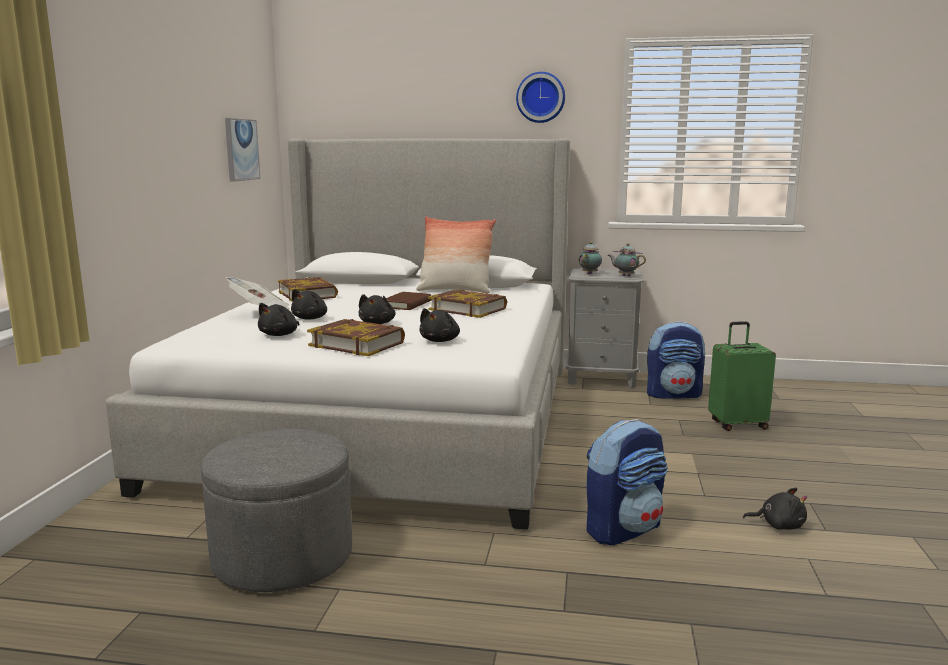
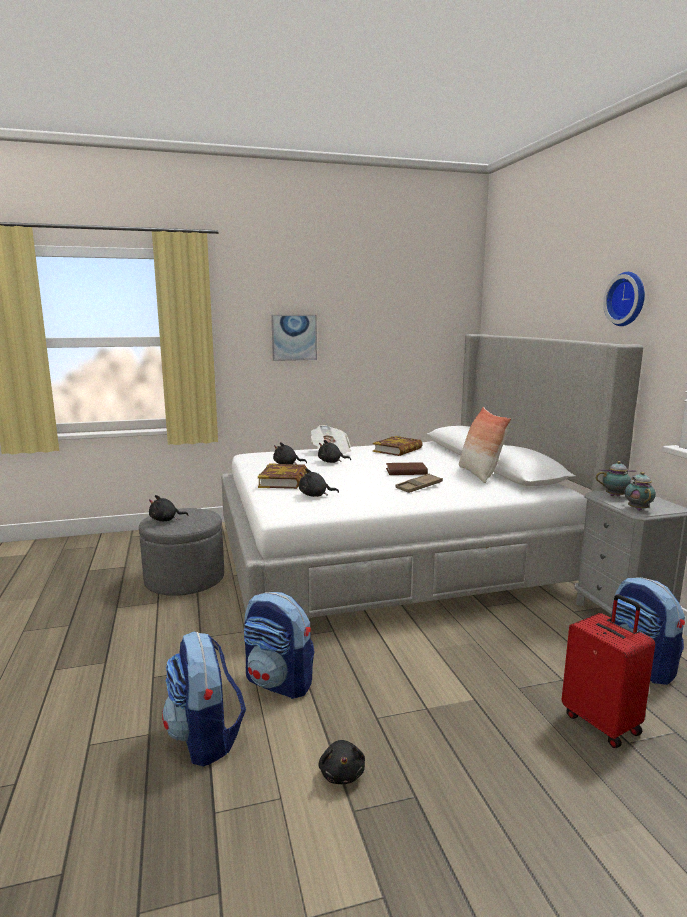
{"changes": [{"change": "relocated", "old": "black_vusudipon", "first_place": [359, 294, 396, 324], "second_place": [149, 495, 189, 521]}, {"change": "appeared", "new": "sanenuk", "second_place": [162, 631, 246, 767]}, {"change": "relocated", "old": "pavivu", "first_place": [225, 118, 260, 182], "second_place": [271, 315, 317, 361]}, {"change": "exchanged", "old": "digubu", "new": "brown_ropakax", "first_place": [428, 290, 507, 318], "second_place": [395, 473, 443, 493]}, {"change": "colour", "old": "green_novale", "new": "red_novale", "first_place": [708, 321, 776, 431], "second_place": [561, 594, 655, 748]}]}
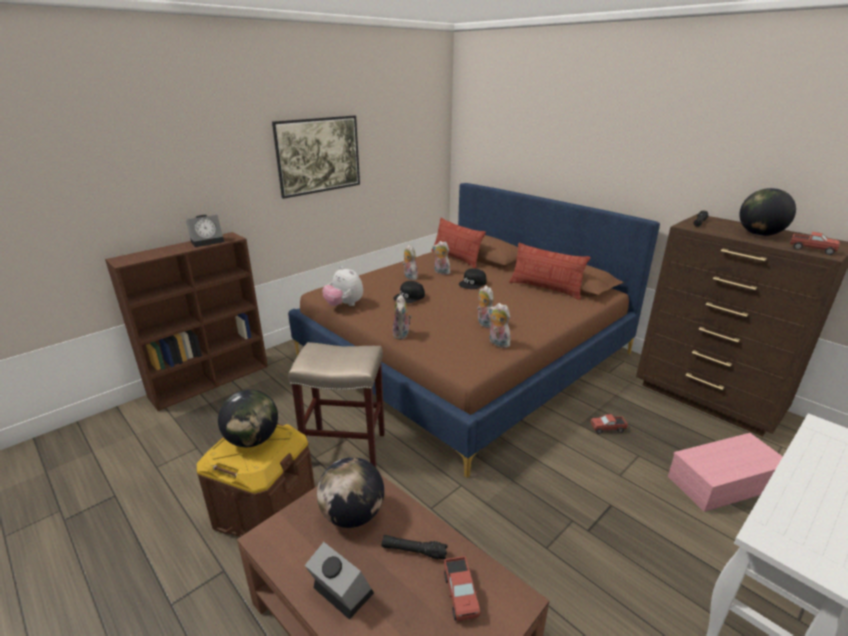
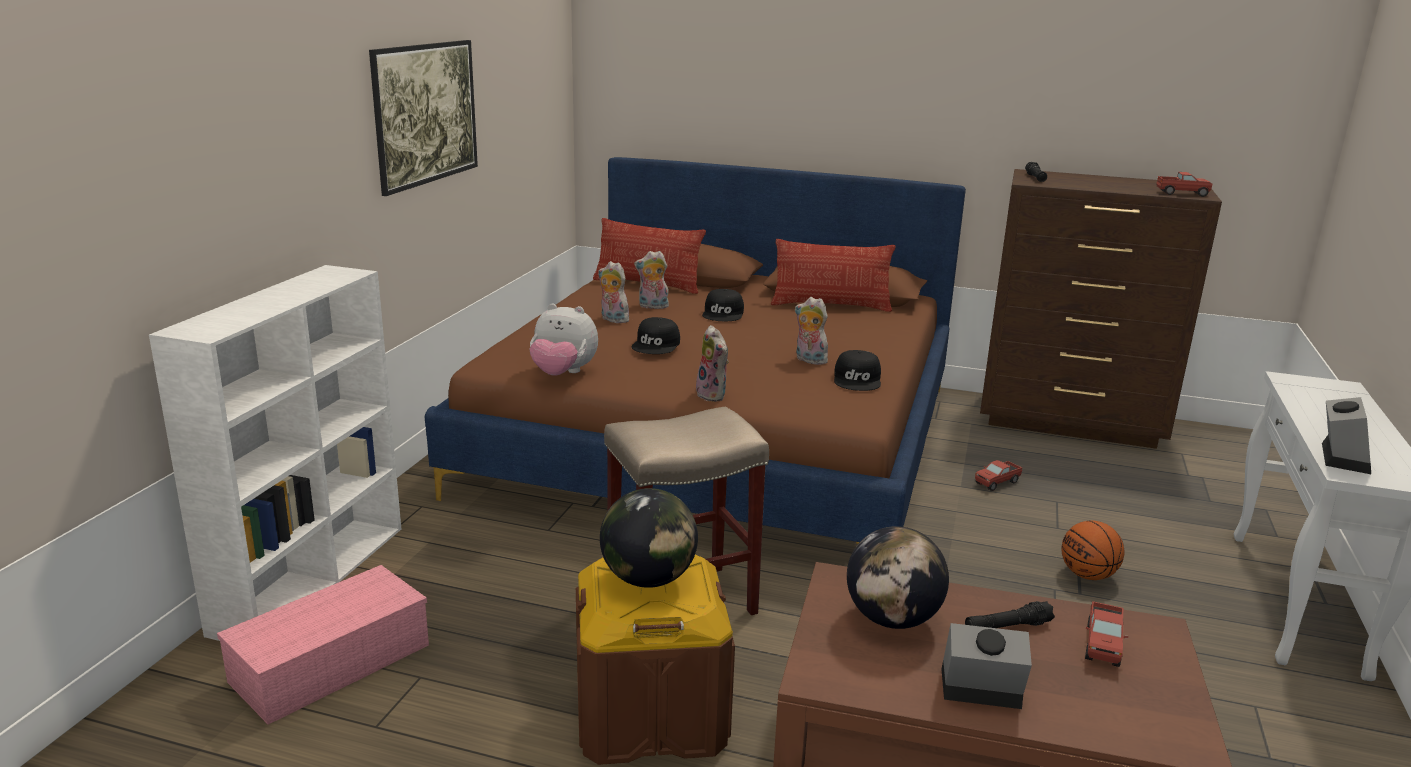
{"changes": [{"change": "colour", "old": "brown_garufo", "new": "white_garufo", "first_place": [105, 232, 268, 411], "second_place": [149, 265, 401, 641]}, {"change": "relocated", "old": "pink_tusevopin", "first_place": [668, 433, 783, 512], "second_place": [217, 565, 429, 725]}, {"change": "exchanged", "old": "vusudipon", "new": "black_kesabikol", "first_place": [489, 303, 511, 348], "second_place": [834, 350, 881, 391]}, {"change": "appeared", "new": "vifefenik", "second_place": [1061, 520, 1124, 580]}, {"change": "spun", "old": "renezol", "first_place": [444, 556, 481, 621], "second_place": [1085, 601, 1128, 667], "degrees": 60}, {"change": "relocated", "old": "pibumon", "first_place": [186, 215, 224, 247], "second_place": [1322, 397, 1371, 474]}, {"change": "missing", "old": "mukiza", "first_place": [739, 188, 796, 236]}]}
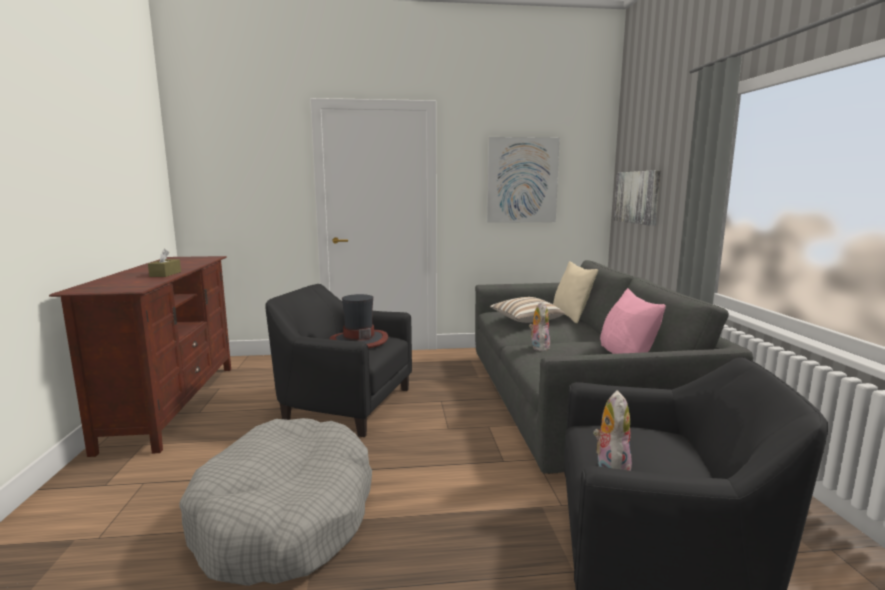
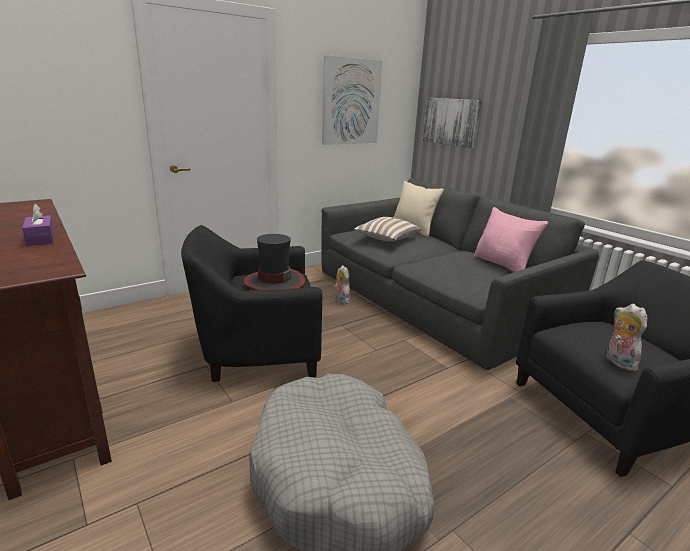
{"changes": [{"change": "colour", "old": "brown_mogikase", "new": "purple_mogikase", "first_place": [148, 249, 181, 277], "second_place": [22, 204, 54, 246]}, {"change": "relocated", "old": "vusudipon", "first_place": [529, 301, 550, 351], "second_place": [335, 265, 351, 304]}]}
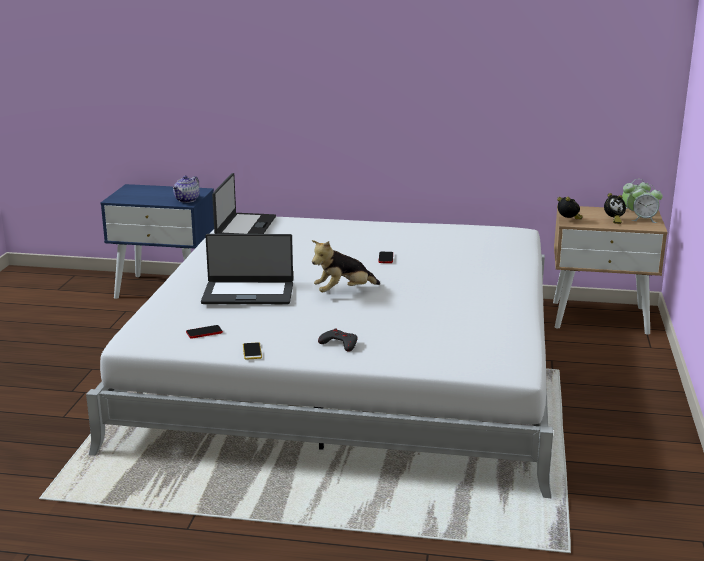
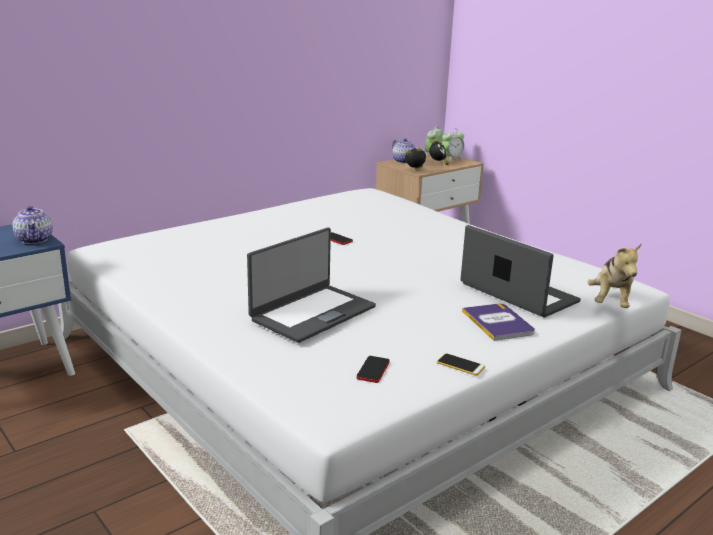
{"changes": [{"change": "appeared", "new": "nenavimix", "second_place": [392, 138, 417, 164]}, {"change": "relocated", "old": "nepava", "first_place": [212, 173, 276, 234], "second_place": [460, 225, 581, 317]}, {"change": "exchanged", "old": "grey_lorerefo", "new": "digubu", "first_place": [318, 329, 358, 351], "second_place": [462, 303, 535, 341]}, {"change": "relocated", "old": "vusudipon", "first_place": [312, 240, 380, 292], "second_place": [588, 243, 642, 308]}]}
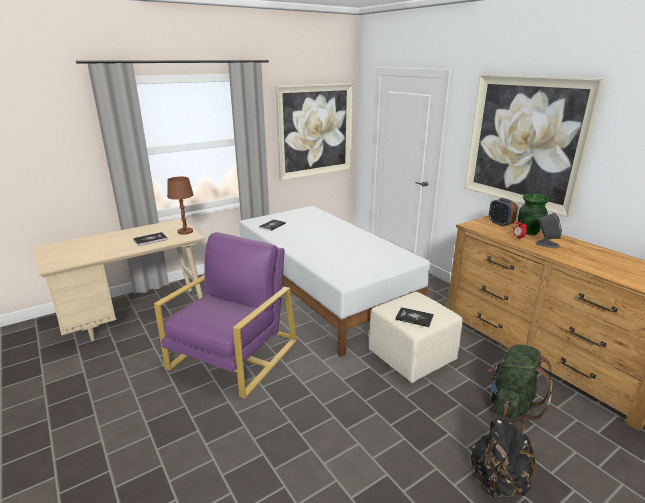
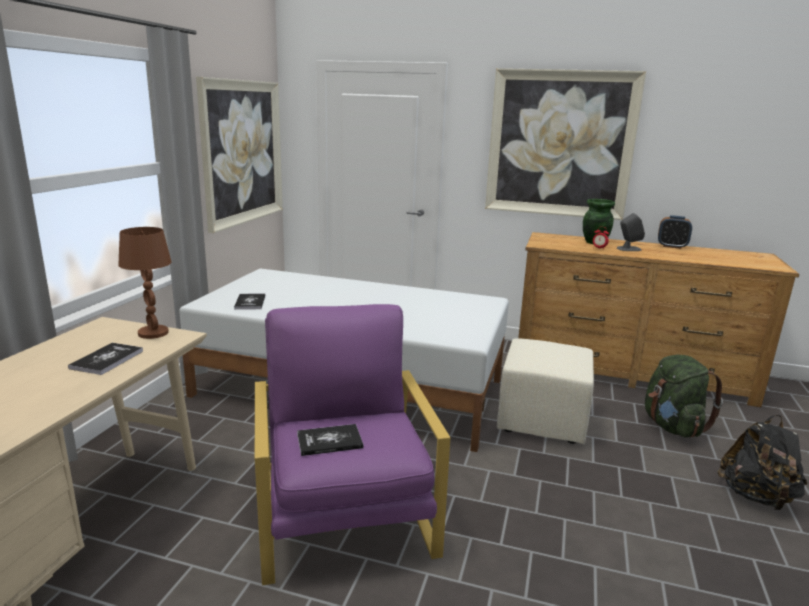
{"changes": [{"change": "relocated", "old": "digubu", "first_place": [395, 307, 434, 327], "second_place": [297, 424, 363, 456]}, {"change": "relocated", "old": "pibumon", "first_place": [489, 198, 518, 227], "second_place": [658, 215, 692, 249]}]}
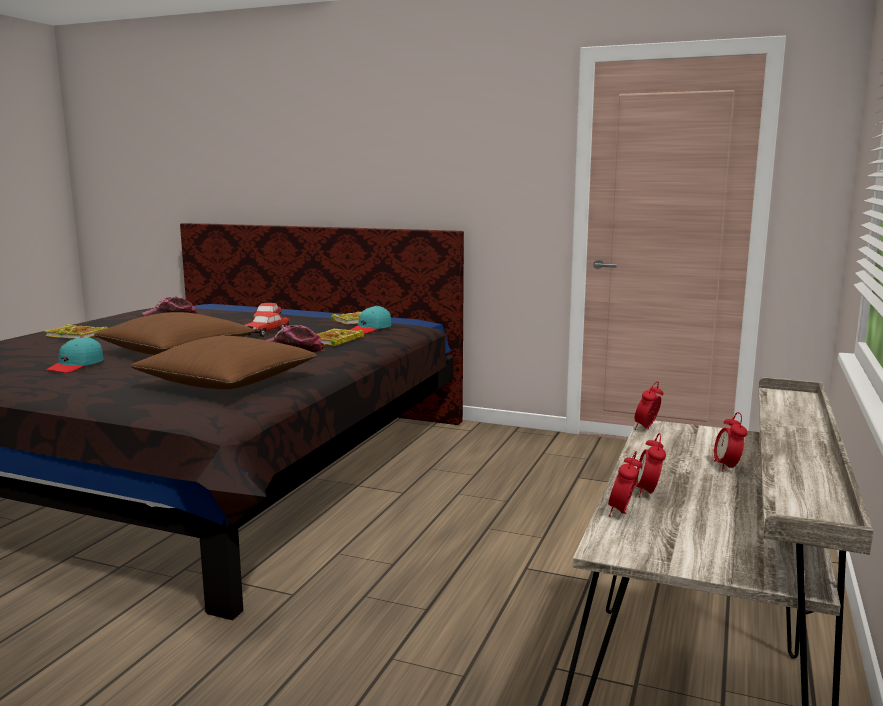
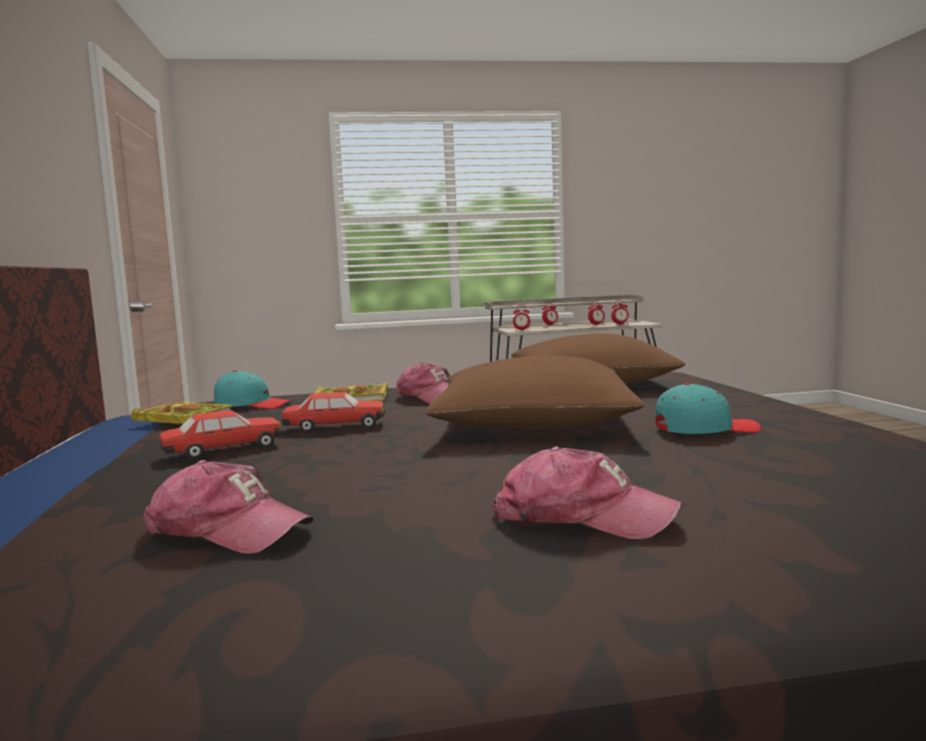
{"changes": [{"change": "exchanged", "old": "digubu", "new": "kesabikol", "first_place": [44, 324, 108, 339], "second_place": [492, 446, 681, 539]}]}
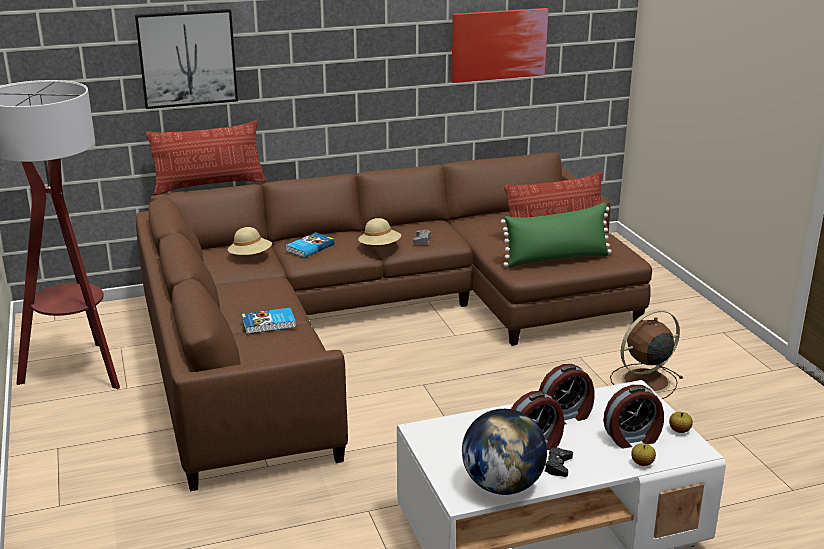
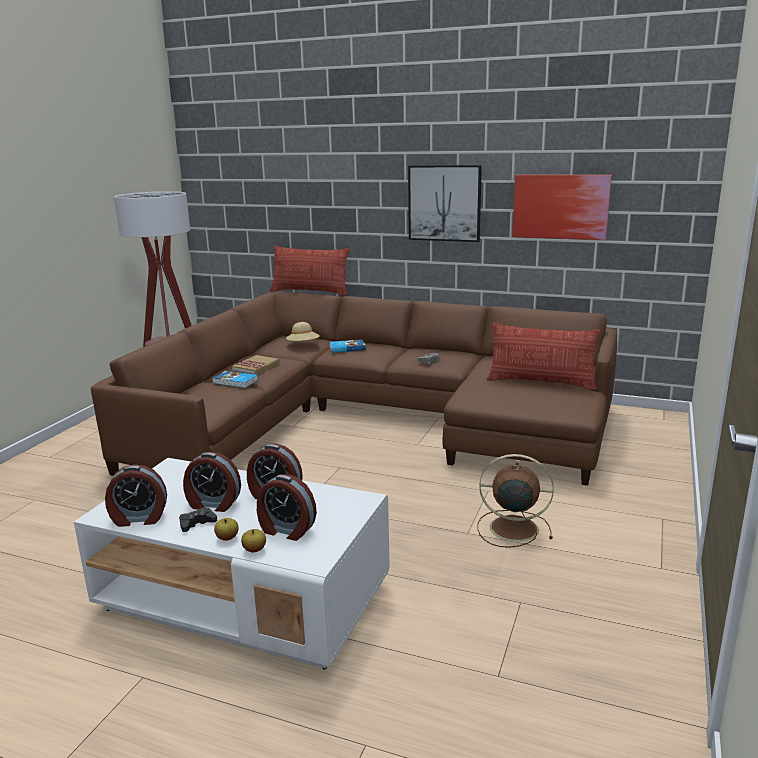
{"changes": [{"change": "exchanged", "old": "mukiza", "new": "pibumon", "first_place": [462, 409, 547, 495], "second_place": [105, 464, 167, 527]}, {"change": "relocated", "old": "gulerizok", "first_place": [669, 412, 693, 433], "second_place": [214, 518, 238, 541]}, {"change": "appeared", "new": "digubu", "second_place": [232, 355, 280, 375]}, {"change": "relocated", "old": "pavivu", "first_place": [135, 9, 238, 109], "second_place": [408, 165, 482, 242]}, {"change": "missing", "old": "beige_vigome", "first_place": [358, 218, 401, 245]}, {"change": "missing", "old": "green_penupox", "first_place": [500, 203, 612, 267]}]}
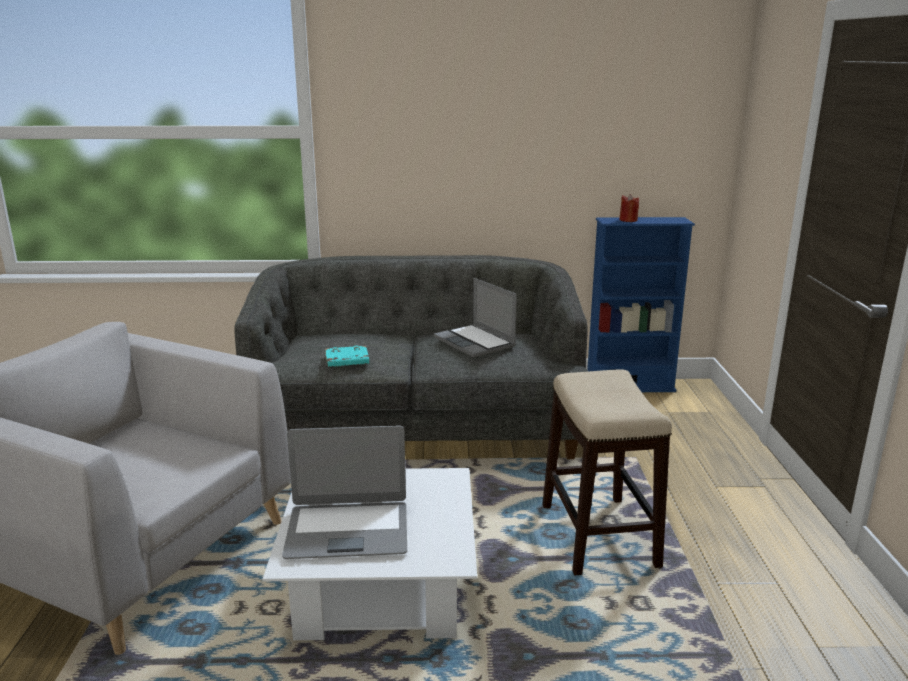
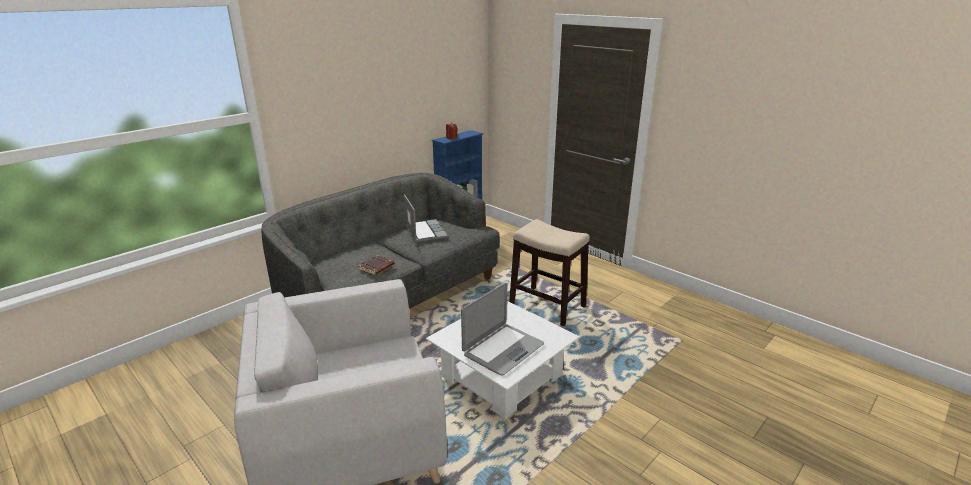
{"changes": [{"change": "colour", "old": "turquoise_digubu", "new": "brown_digubu", "first_place": [325, 346, 369, 367], "second_place": [358, 255, 395, 275]}, {"change": "spun", "old": "nepava", "first_place": [434, 278, 517, 358], "second_place": [404, 194, 448, 242], "degrees": -120}]}
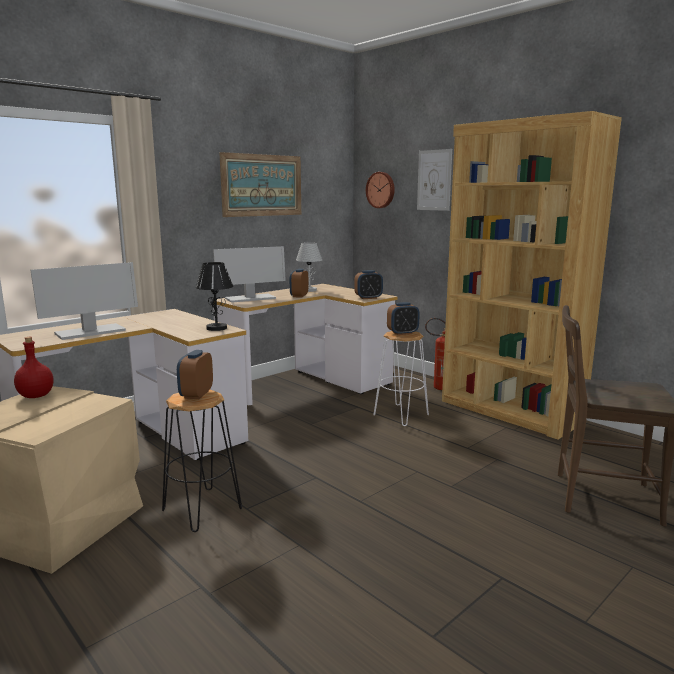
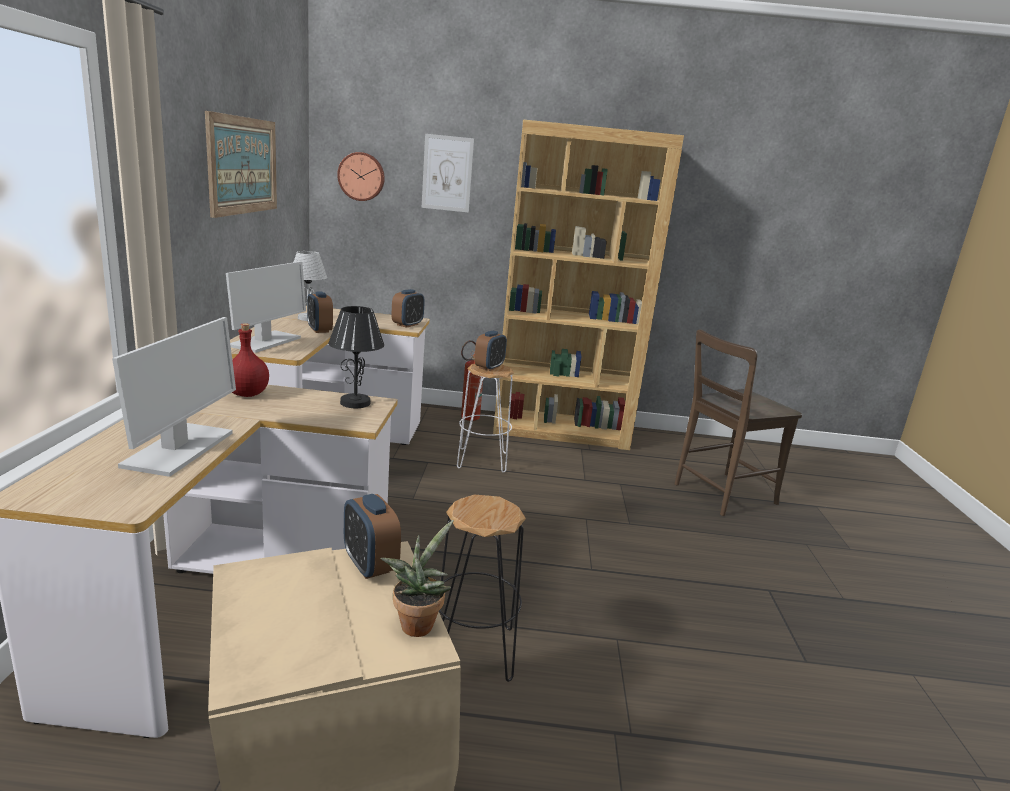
{"changes": [{"change": "relocated", "old": "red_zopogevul", "first_place": [14, 337, 54, 398], "second_place": [232, 323, 269, 397]}, {"change": "relocated", "old": "pibumon", "first_place": [177, 350, 213, 399], "second_place": [344, 494, 401, 579]}, {"change": "appeared", "new": "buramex", "second_place": [380, 520, 454, 637]}]}
